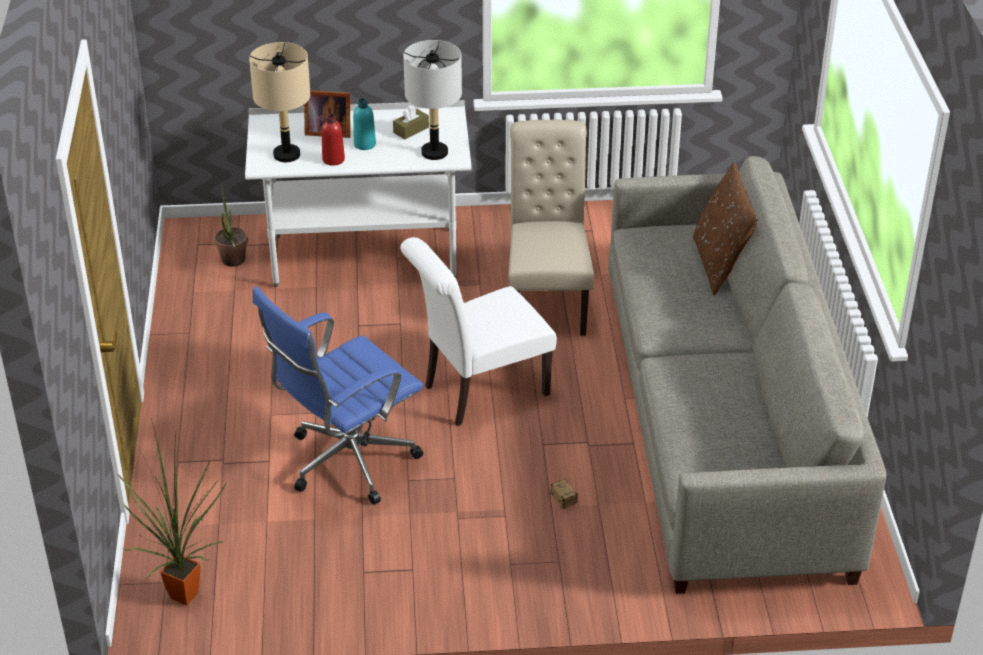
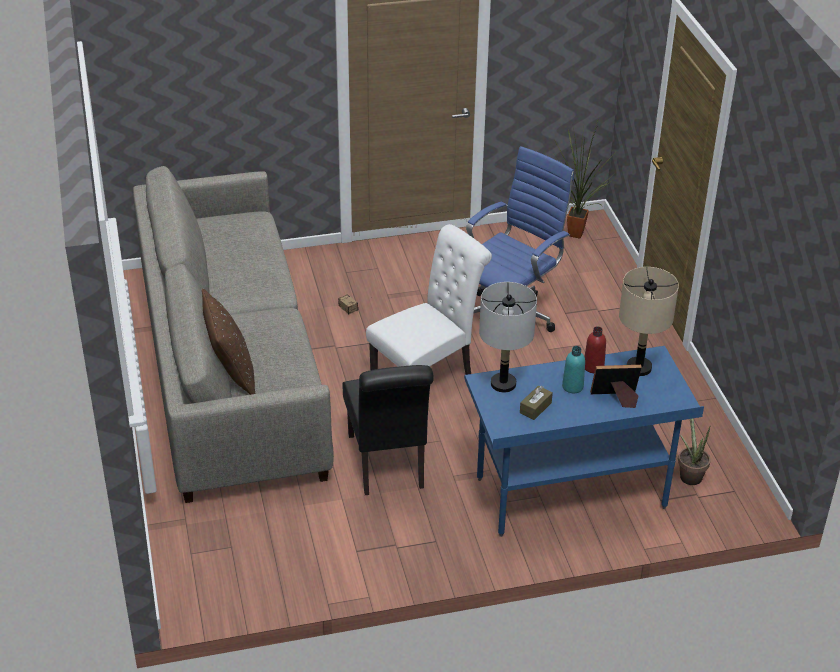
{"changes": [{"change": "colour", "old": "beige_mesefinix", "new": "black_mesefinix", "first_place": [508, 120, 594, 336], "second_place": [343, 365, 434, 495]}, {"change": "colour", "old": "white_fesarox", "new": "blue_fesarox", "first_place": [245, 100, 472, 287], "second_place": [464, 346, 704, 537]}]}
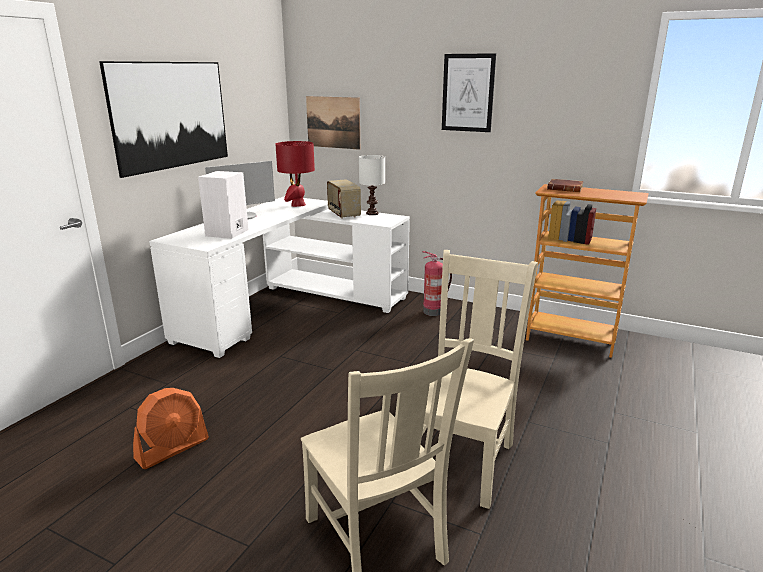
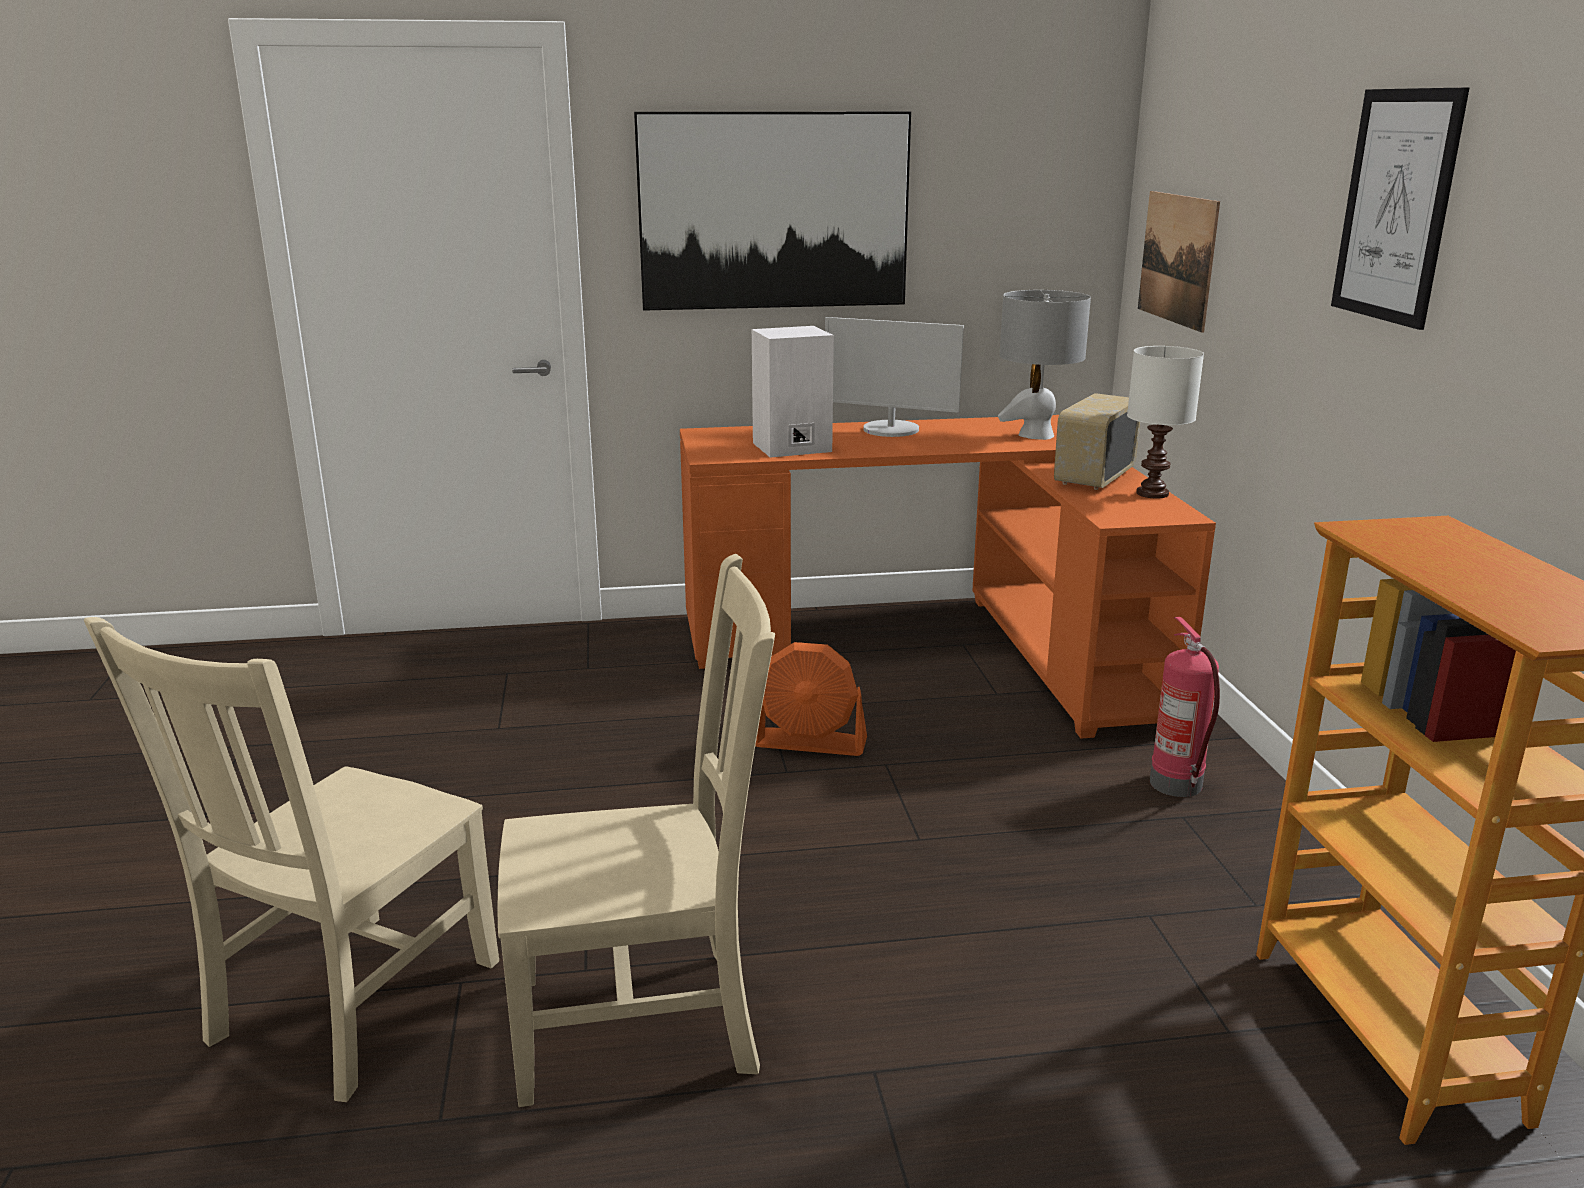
{"changes": [{"change": "colour", "old": "white_fesarox", "new": "orange_fesarox", "first_place": [149, 196, 410, 358], "second_place": [680, 415, 1216, 739]}, {"change": "relocated", "old": "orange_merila", "first_place": [133, 388, 209, 469], "second_place": [755, 642, 867, 756]}, {"change": "colour", "old": "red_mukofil", "new": "grey_mukofil", "first_place": [275, 141, 315, 207], "second_place": [998, 290, 1091, 440]}, {"change": "missing", "old": "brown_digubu", "first_place": [547, 179, 584, 192]}]}
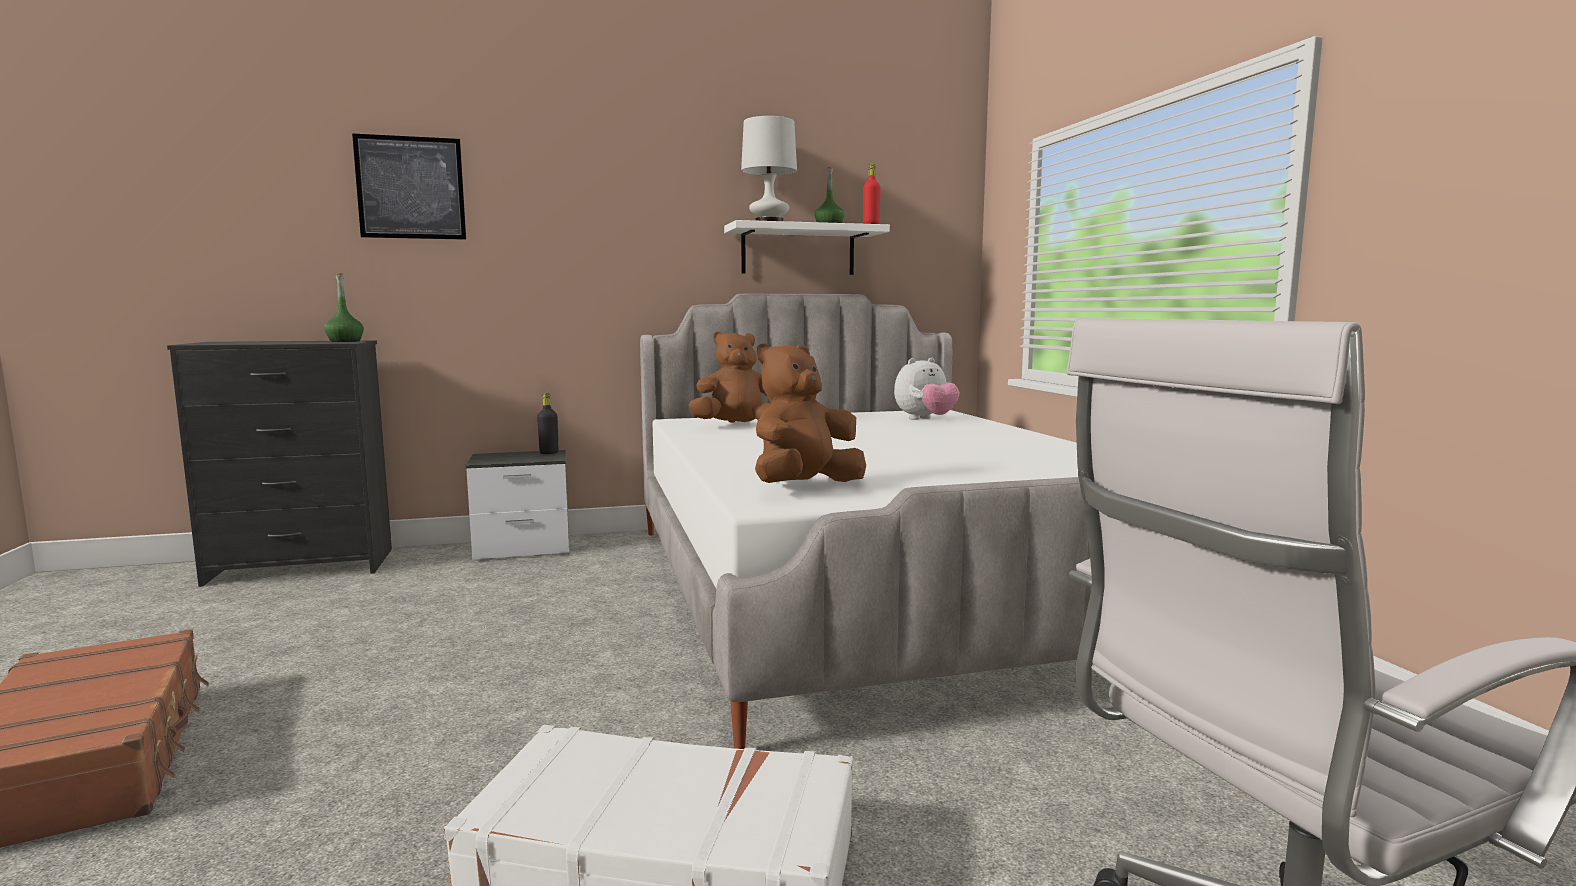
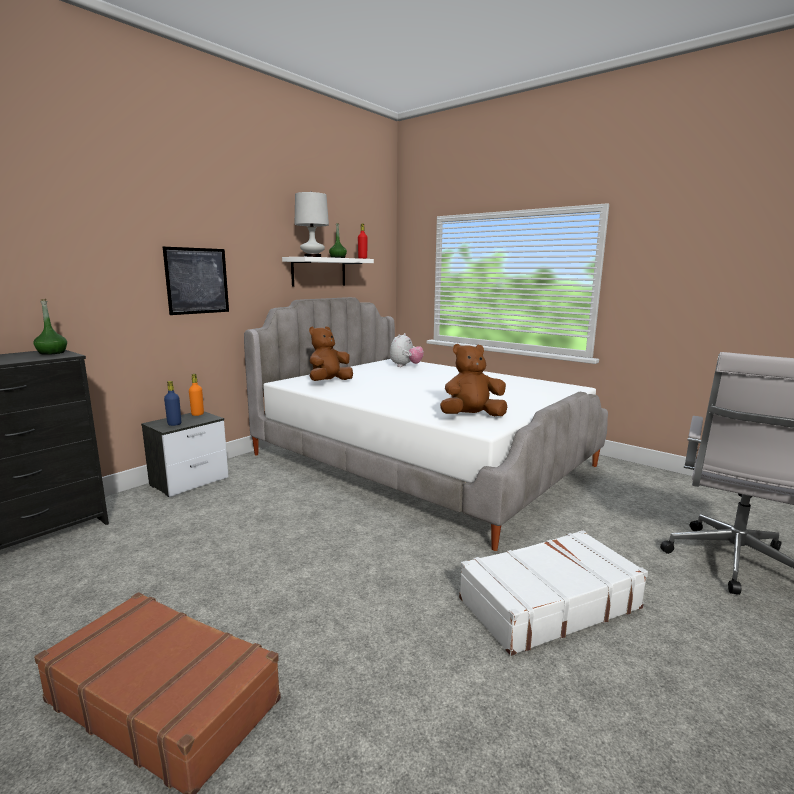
{"changes": [{"change": "relocated", "old": "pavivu", "first_place": [352, 133, 466, 240], "second_place": [163, 247, 229, 315]}, {"change": "appeared", "new": "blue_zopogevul", "second_place": [164, 381, 181, 426]}, {"change": "colour", "old": "black_zopogevul", "new": "orange_zopogevul", "first_place": [537, 393, 558, 454], "second_place": [189, 374, 204, 416]}, {"change": "spun", "old": "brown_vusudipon", "first_place": [755, 343, 866, 483], "second_place": [440, 344, 507, 416], "degrees": 60}]}
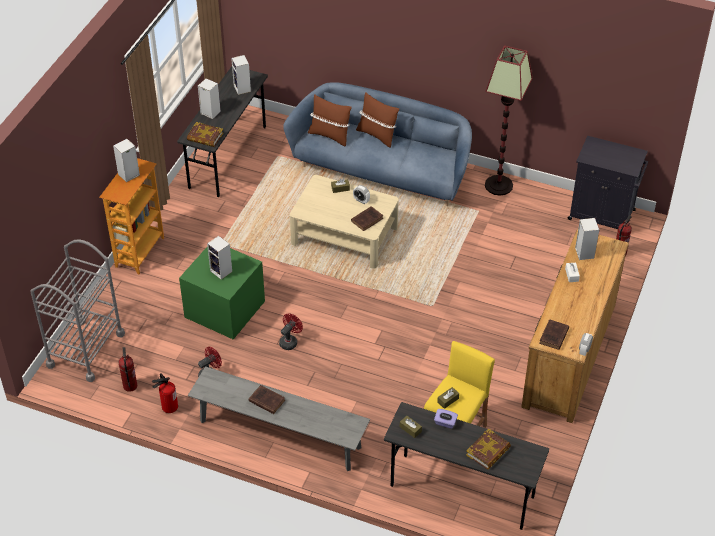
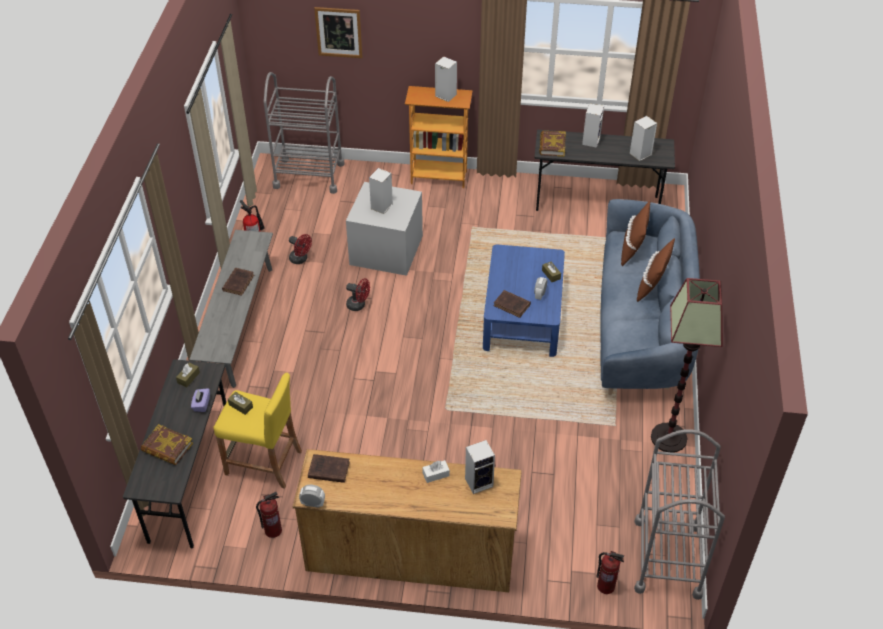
{"changes": [{"change": "relocated", "old": "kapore", "first_place": [118, 347, 137, 392], "second_place": [256, 492, 282, 538]}, {"change": "appeared", "new": "pavivu", "second_place": [314, 7, 362, 58]}, {"change": "colour", "old": "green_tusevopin", "new": "grey_tusevopin", "first_place": [179, 247, 265, 340], "second_place": [346, 182, 423, 276]}, {"change": "colour", "old": "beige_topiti", "new": "blue_topiti", "first_place": [290, 175, 399, 269], "second_place": [483, 244, 565, 357]}, {"change": "exchanged", "old": "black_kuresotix", "new": "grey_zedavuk", "first_place": [568, 136, 648, 229], "second_place": [634, 429, 725, 600]}]}
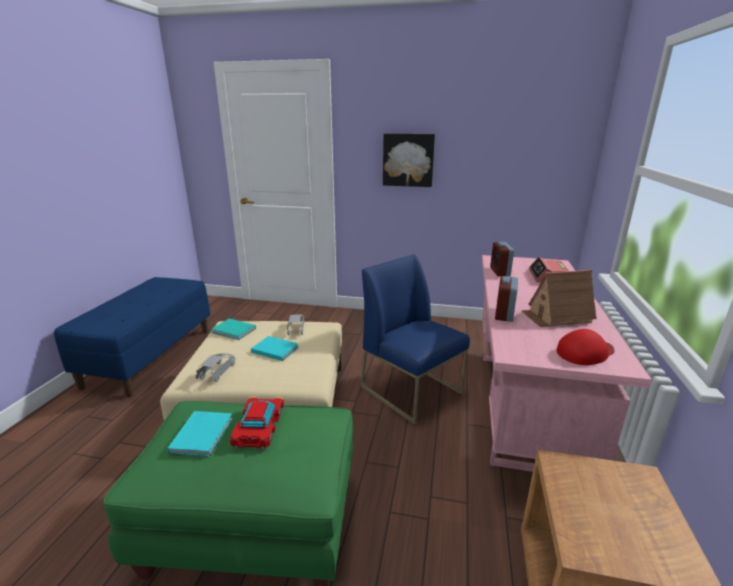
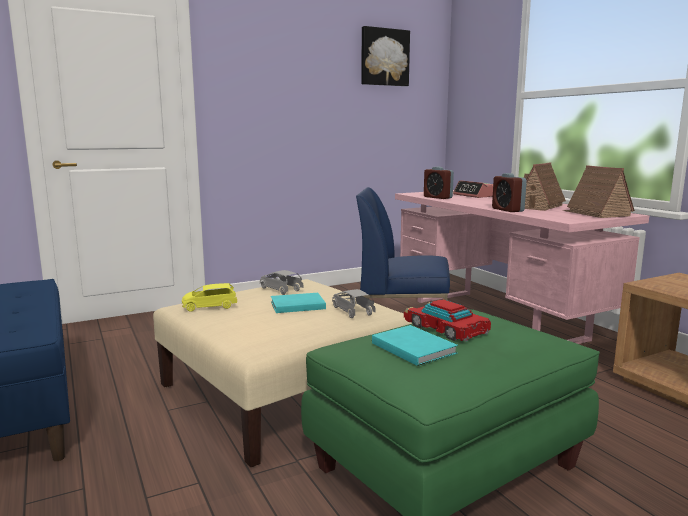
{"changes": [{"change": "exchanged", "old": "turquoise_digubu", "new": "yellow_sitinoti", "first_place": [211, 319, 256, 340], "second_place": [182, 283, 237, 312]}, {"change": "relocated", "old": "grey_sitinoti", "first_place": [196, 353, 235, 382], "second_place": [332, 289, 376, 318]}, {"change": "relocated", "old": "pavivu", "first_place": [383, 133, 435, 187], "second_place": [361, 26, 410, 86]}, {"change": "exchanged", "old": "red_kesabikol", "new": "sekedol", "first_place": [557, 329, 615, 365], "second_place": [563, 165, 635, 218]}]}
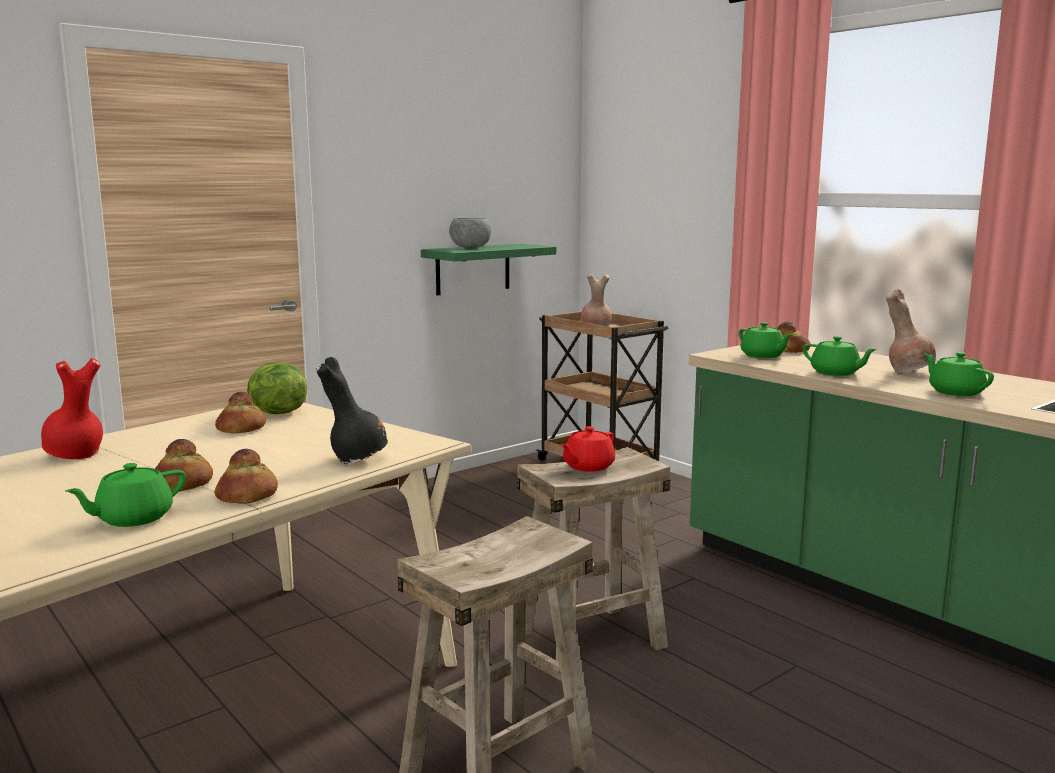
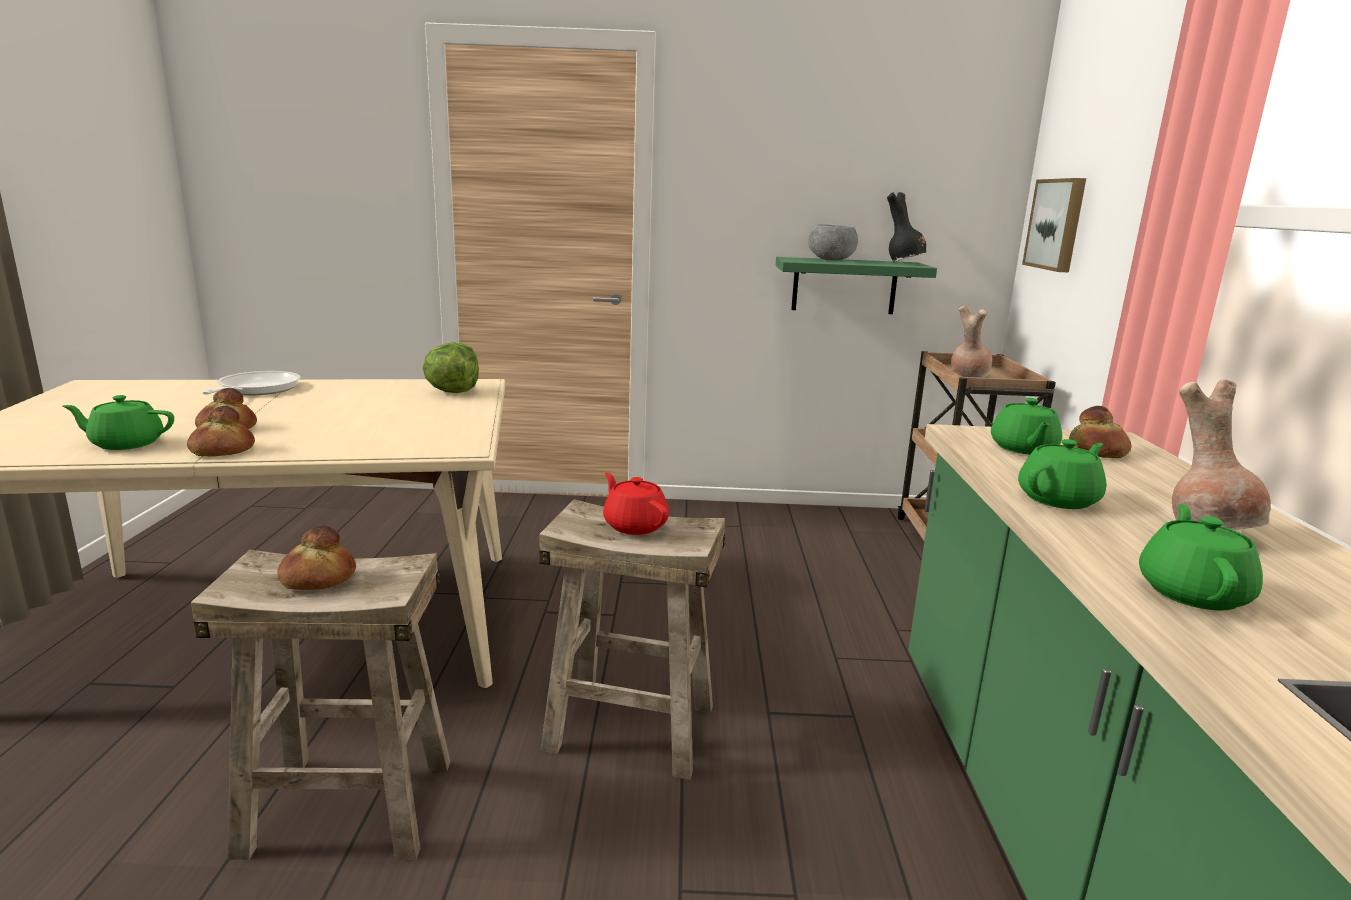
{"changes": [{"change": "exchanged", "old": "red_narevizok", "new": "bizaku", "first_place": [41, 358, 103, 459], "second_place": [202, 371, 301, 396]}, {"change": "relocated", "old": "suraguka", "first_place": [215, 392, 266, 433], "second_place": [278, 525, 356, 590]}, {"change": "spun", "old": "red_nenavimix", "first_place": [561, 426, 615, 472], "second_place": [603, 472, 669, 535], "degrees": 60}, {"change": "relocated", "old": "black_narevizok", "first_place": [316, 357, 388, 464], "second_place": [887, 192, 926, 262]}, {"change": "spun", "old": "green_nenavimix", "first_place": [803, 336, 877, 376], "second_place": [1018, 439, 1106, 509], "degrees": -120}, {"change": "appeared", "new": "pavivu", "second_place": [1022, 178, 1086, 272]}]}
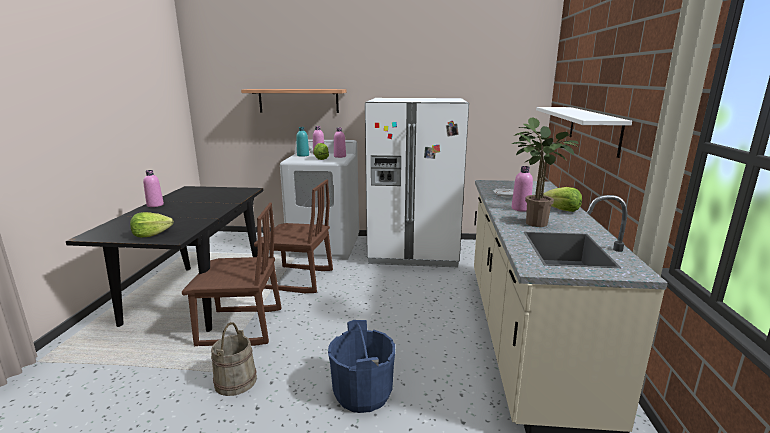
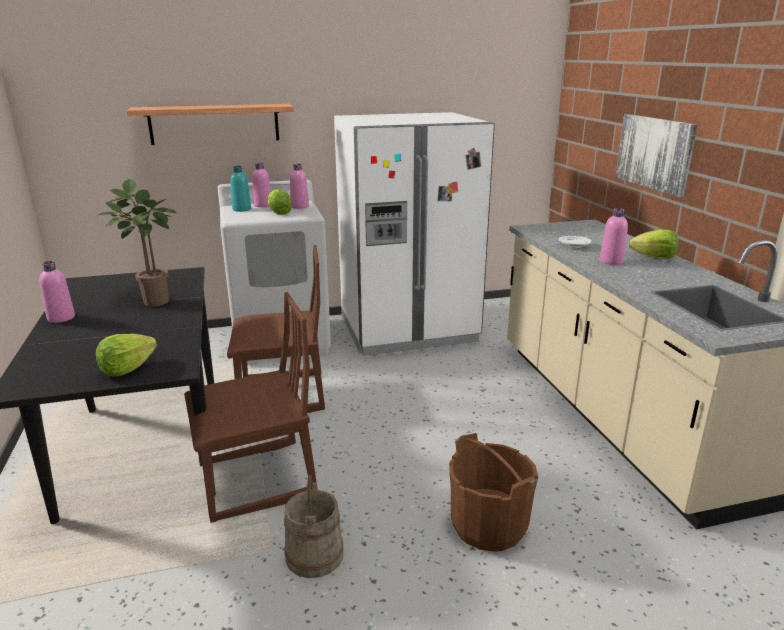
{"changes": [{"change": "relocated", "old": "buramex", "first_place": [512, 117, 578, 227], "second_place": [97, 179, 177, 307]}, {"change": "colour", "old": "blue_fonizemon", "new": "brown_fonizemon", "first_place": [328, 320, 395, 413], "second_place": [449, 433, 538, 552]}, {"change": "exchanged", "old": "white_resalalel", "new": "pavivu", "first_place": [536, 107, 632, 158], "second_place": [615, 114, 697, 197]}]}
